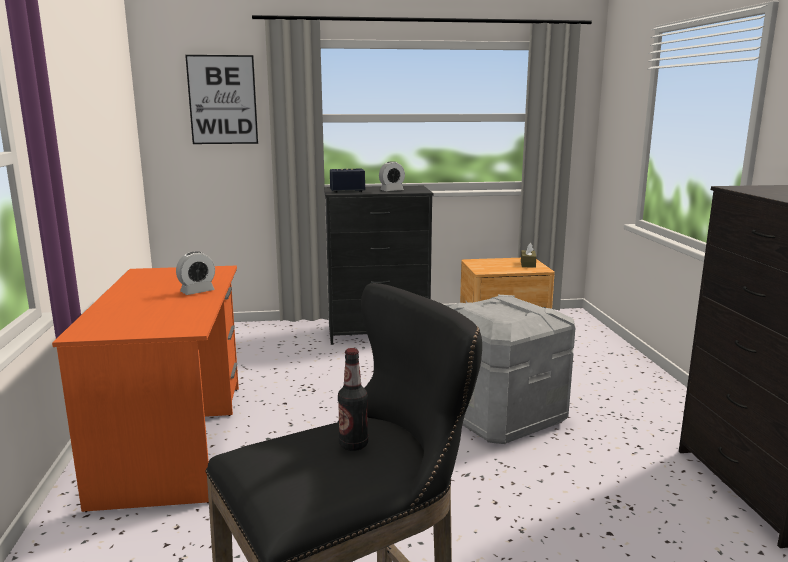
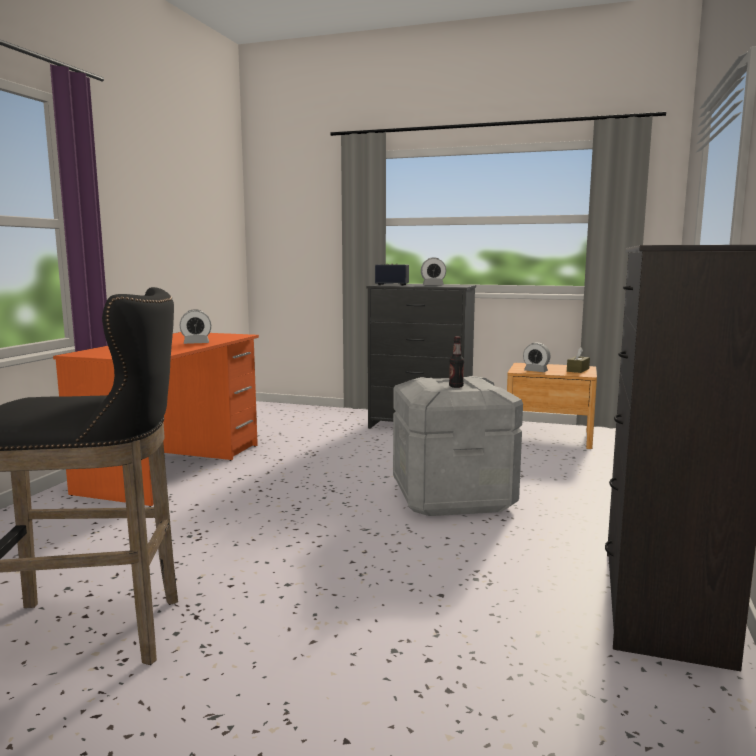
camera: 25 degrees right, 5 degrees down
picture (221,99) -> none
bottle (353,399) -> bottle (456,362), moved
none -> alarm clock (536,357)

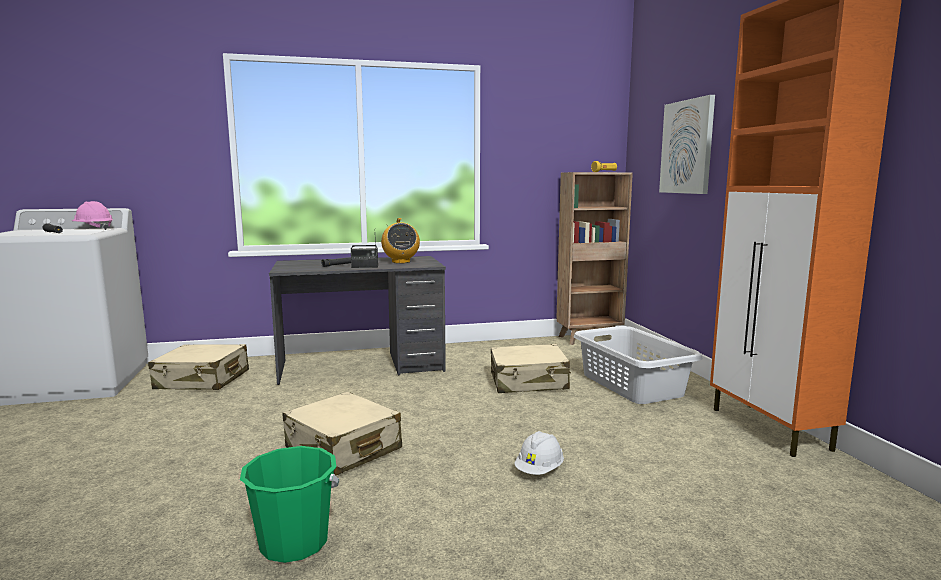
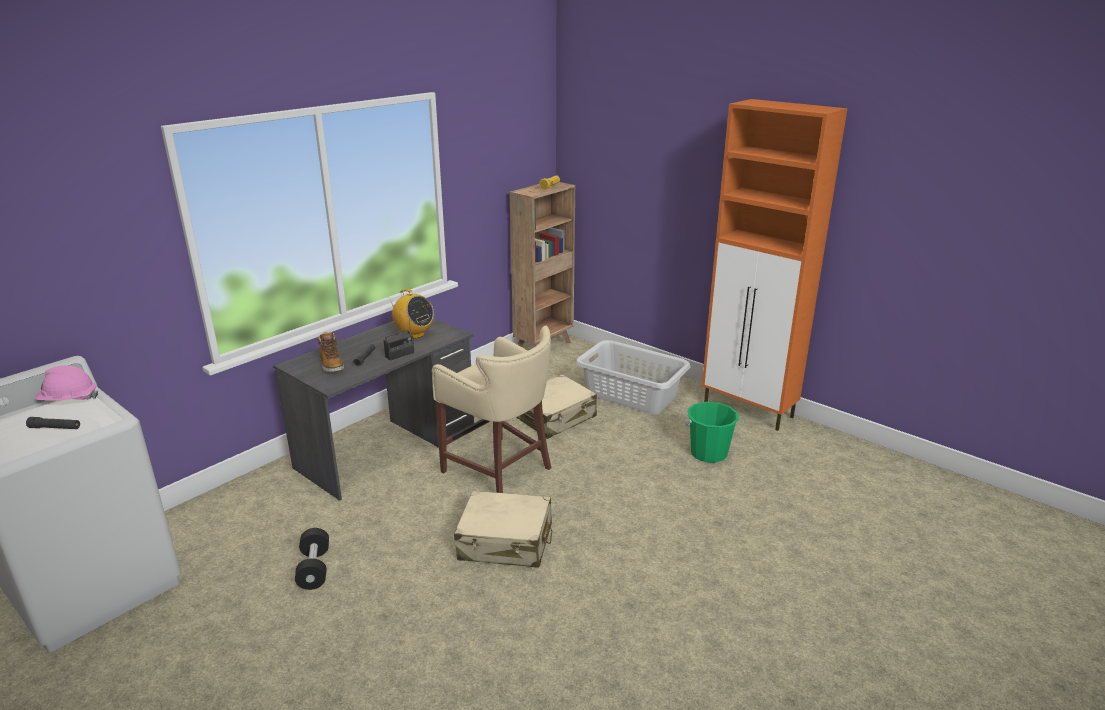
camera: 35 degrees left, 15 degrees up
beige suitcase (198,367) -> none
green bucket (289,504) -> green bucket (712,432), moved
white hard hat (539,453) -> none
picture (687,144) -> none
none -> black dumbbell (312,559)
none -> boot (330,352)
none -> beige stool (491,409)

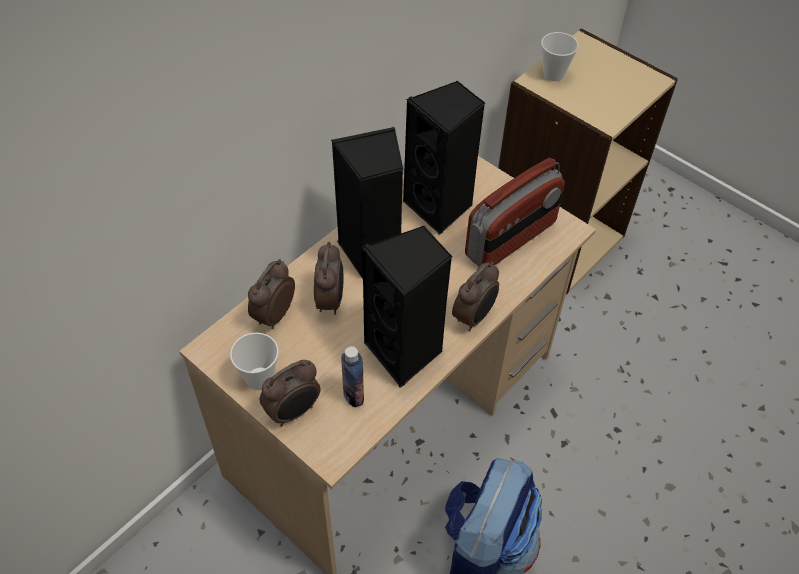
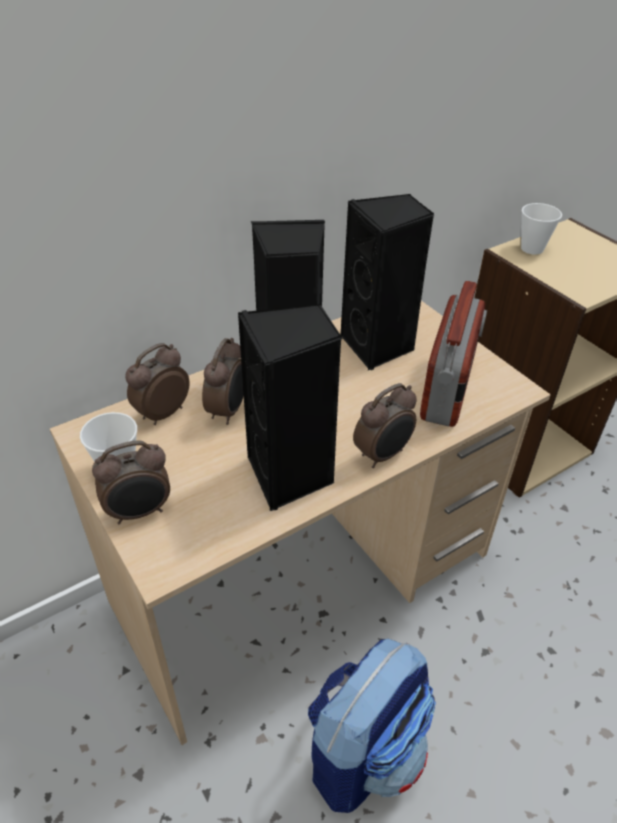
camera: 15 degrees right, 10 degrees down
bottle (352,376) -> none
radio (515,212) -> radio (453,354), 45 degrees counterclockwise

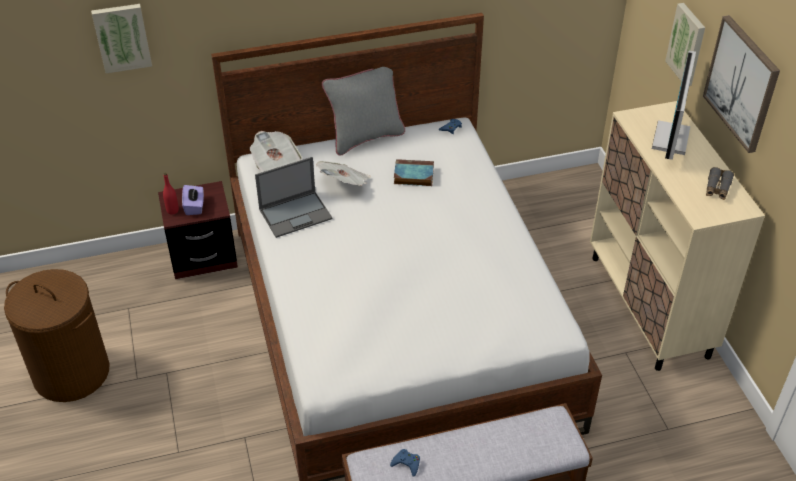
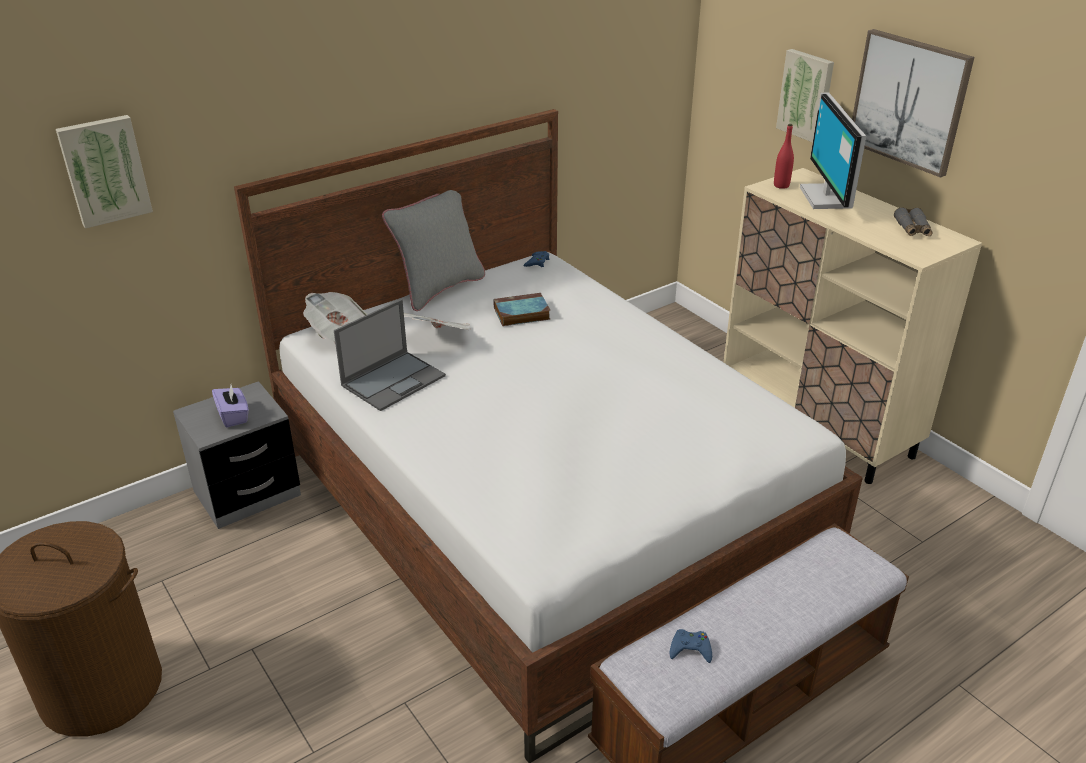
camera: 20 degrees left, 10 degrees down
brown nightstand (198,230) -> grey nightstand (237,455)
red bottle (171,194) -> red bottle (784,156), moved

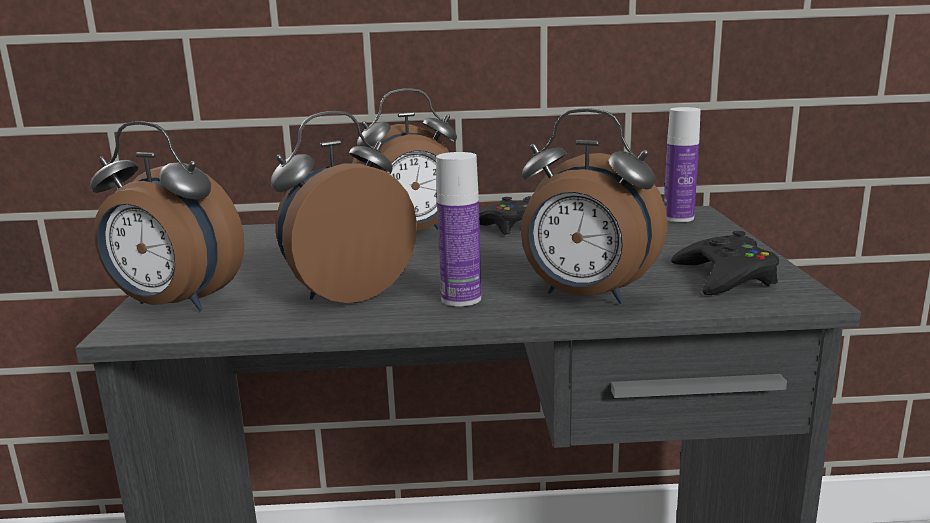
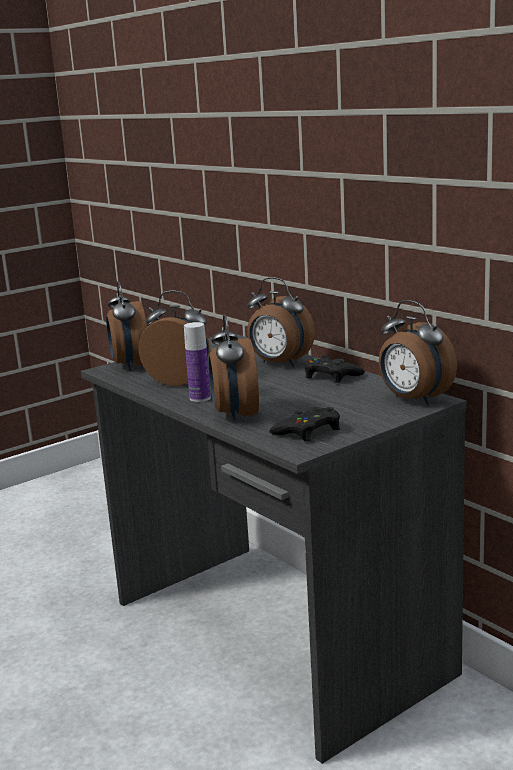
camera: 55 degrees right, 0 degrees up
bottle (682,164) -> alarm clock (418,352)

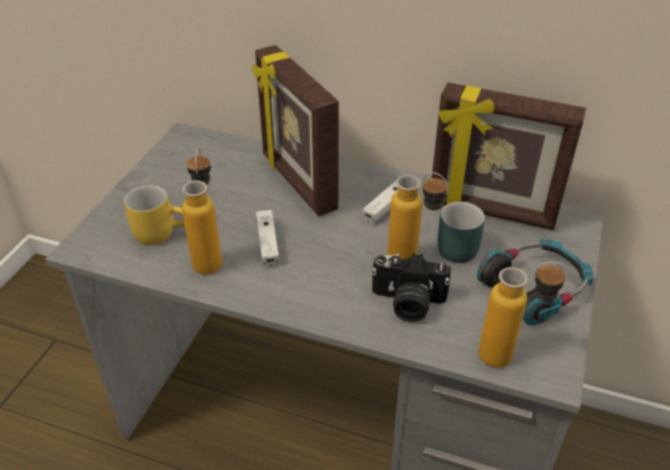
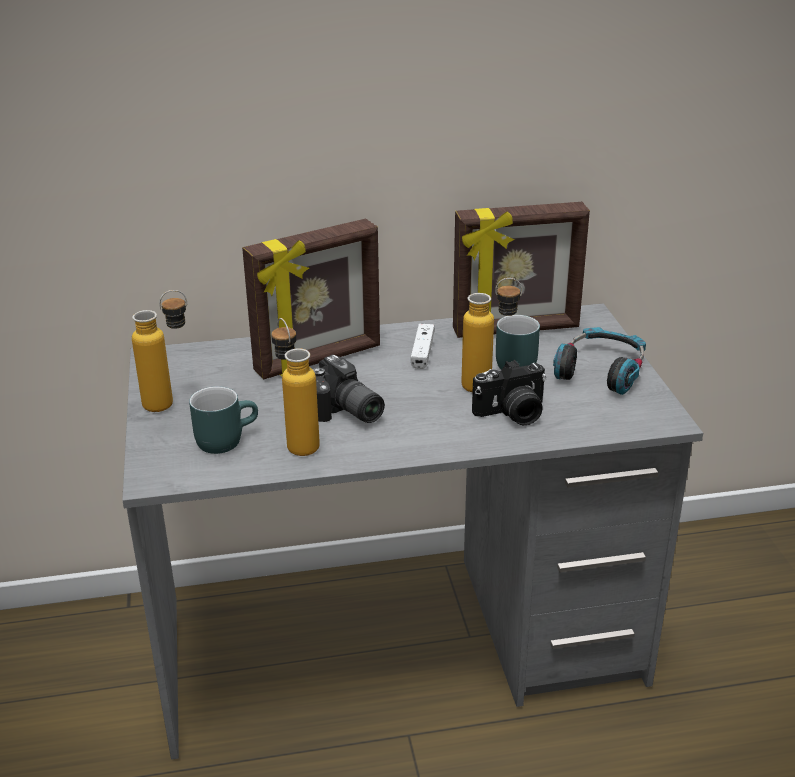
camera: 30 degrees left, 10 degrees down
yellow mug (154,215) -> turquoise mug (223,420)
picture frame (295,130) -> picture frame (311,299), 60 degrees counterclockwise
white game controller (267,238) -> photo camera (349,389)
bottle (524,315) -> bottle (159,351), moved

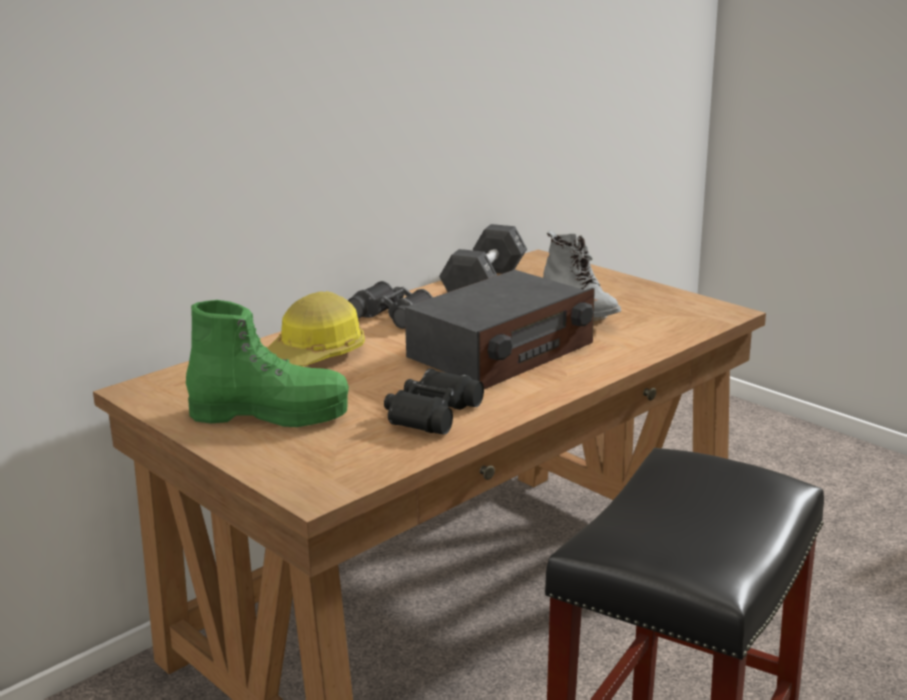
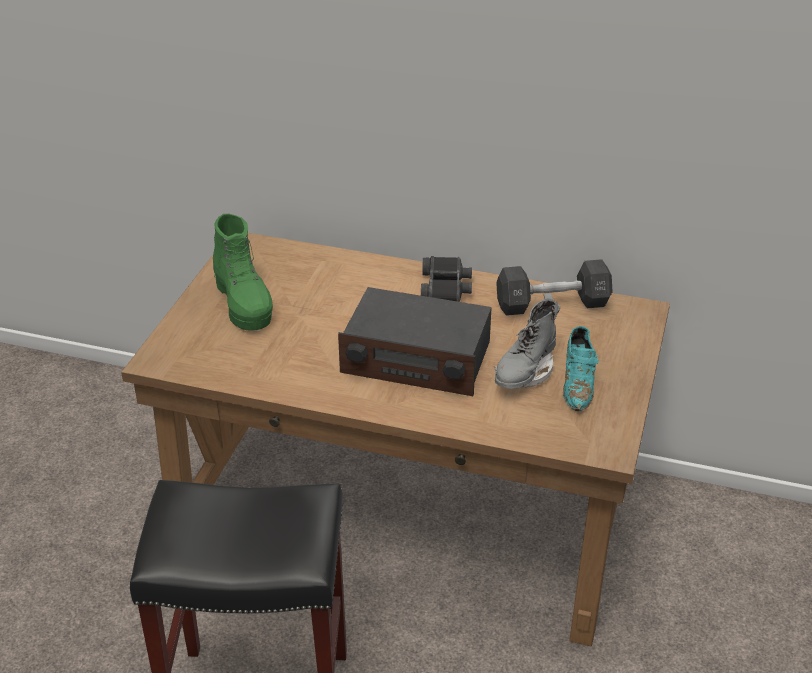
camera: 60 degrees right, 15 degrees up
hard hat (316,328) -> none
black binoculars (434,401) -> none
none -> turquoise shoe (581,368)

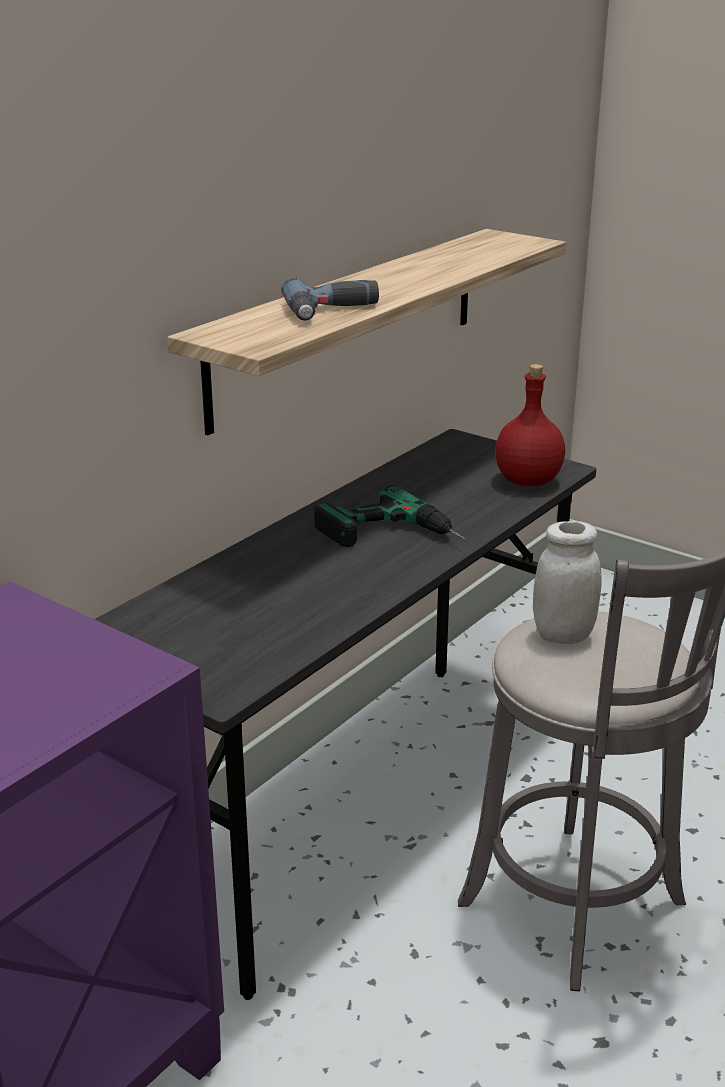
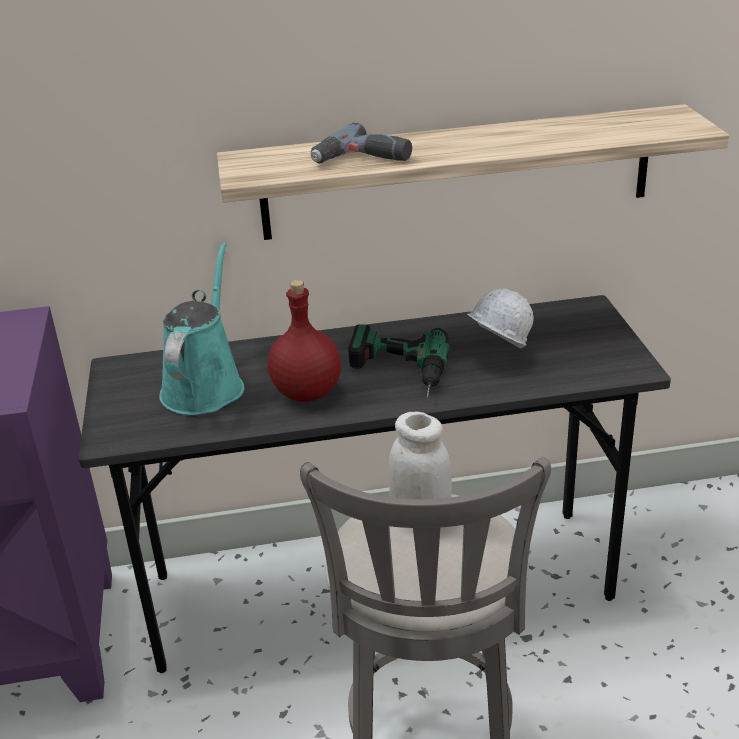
camera: 45 degrees right, 5 degrees up
red bottle (530,425) -> red bottle (304,341), moved
none -> turquoise watering can (201,328)
none -> white hard hat (501,318)

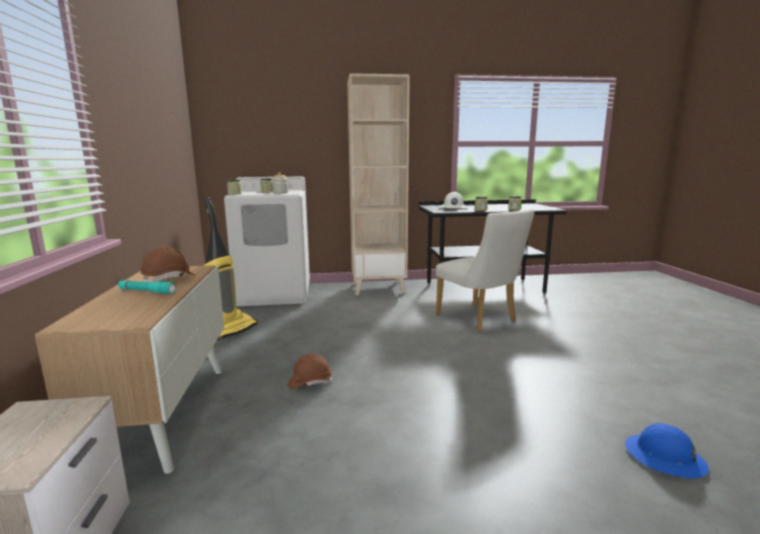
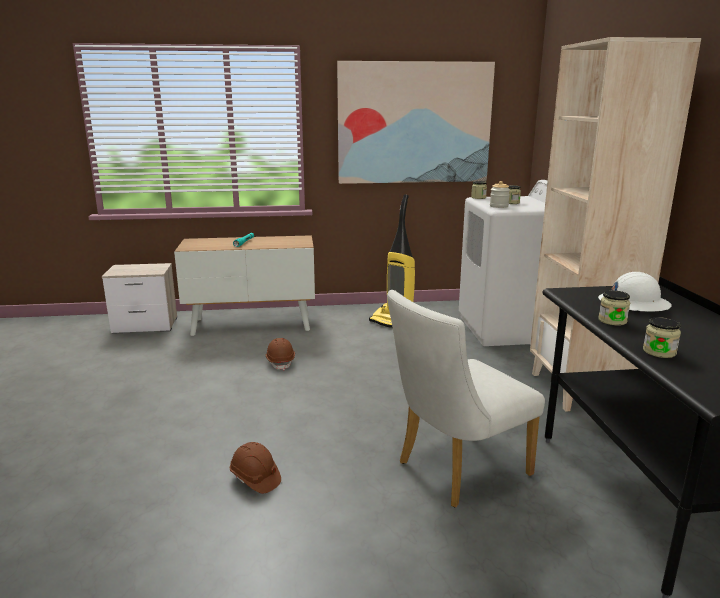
camera: 90 degrees right, 5 degrees up
brown hard hat (168,265) -> brown hard hat (255,467), moved
blue hard hat (667,450) -> none
none -> picture (416,122)

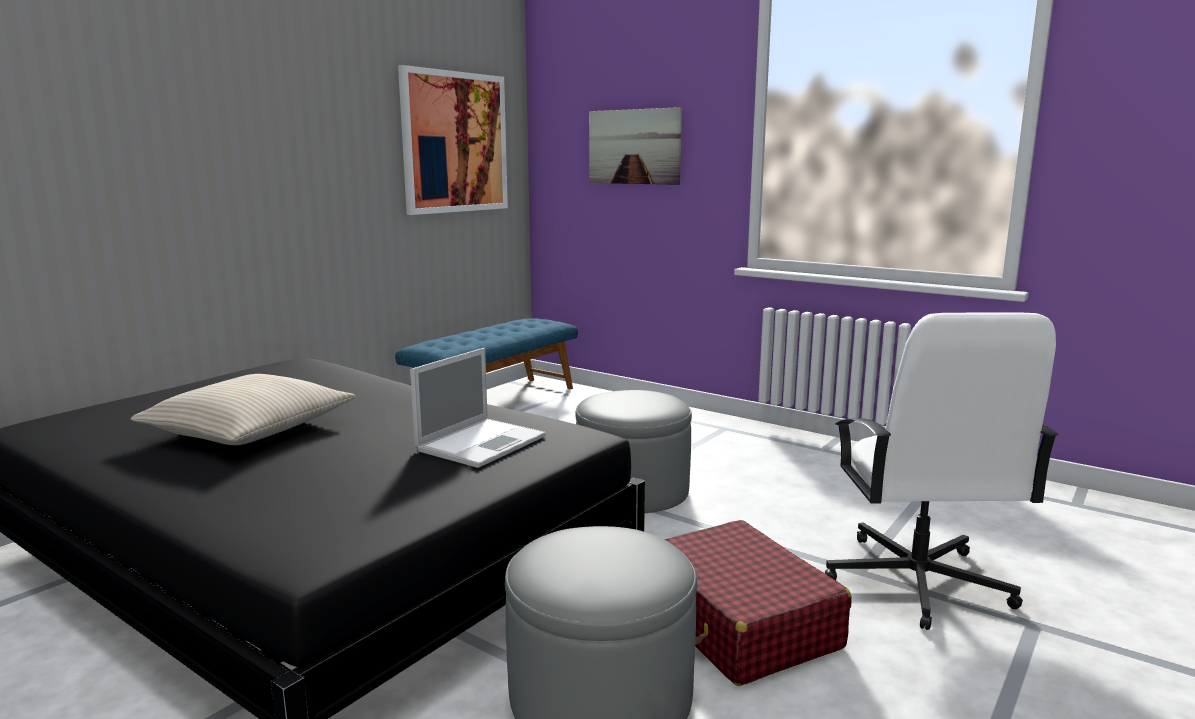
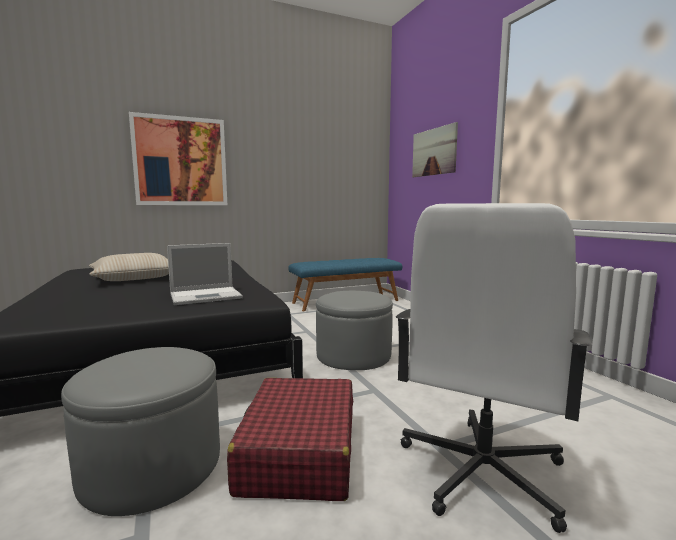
camera: 30 degrees right, 5 degrees down
picture (453,140) -> picture (178,158), moved

